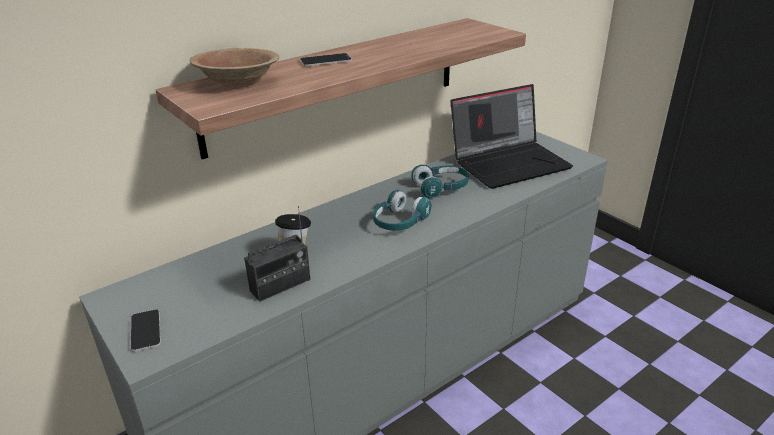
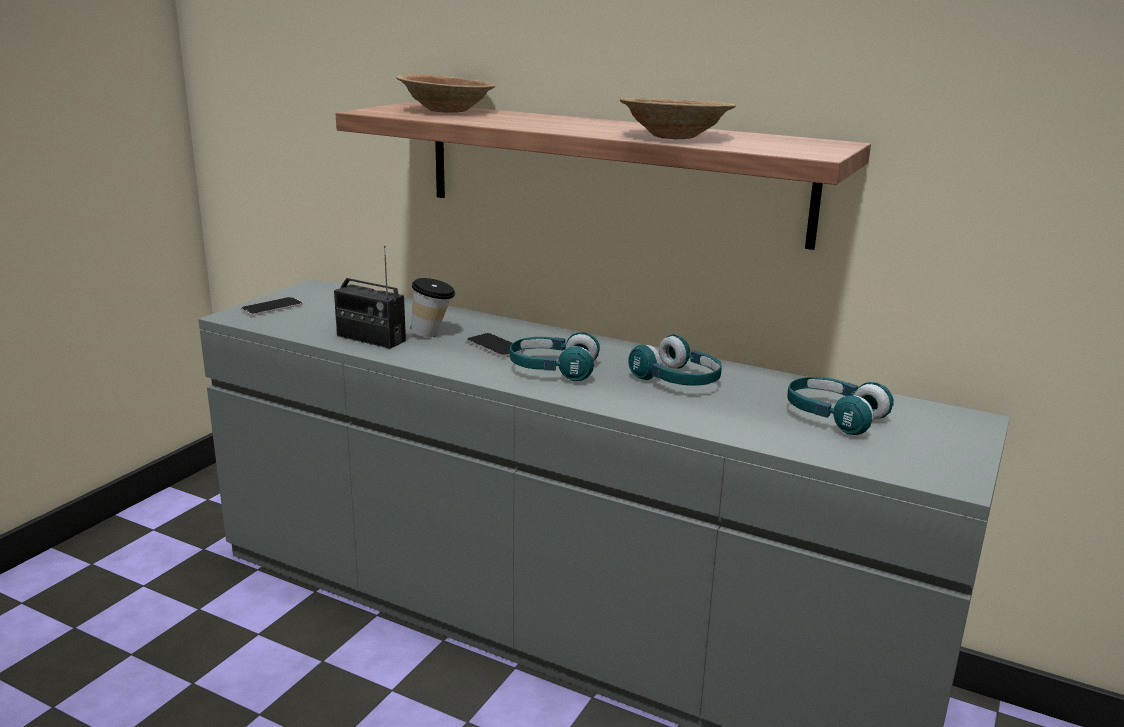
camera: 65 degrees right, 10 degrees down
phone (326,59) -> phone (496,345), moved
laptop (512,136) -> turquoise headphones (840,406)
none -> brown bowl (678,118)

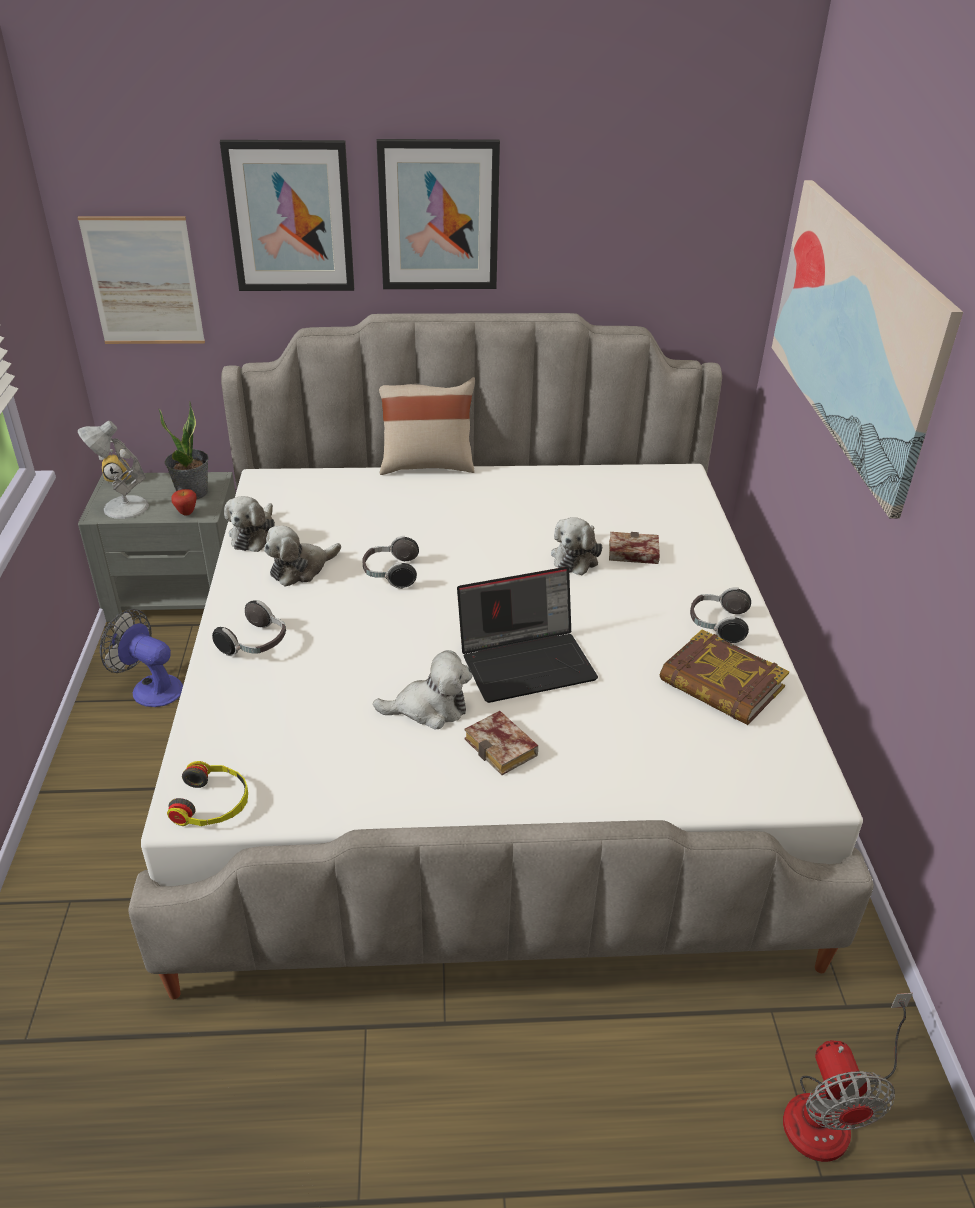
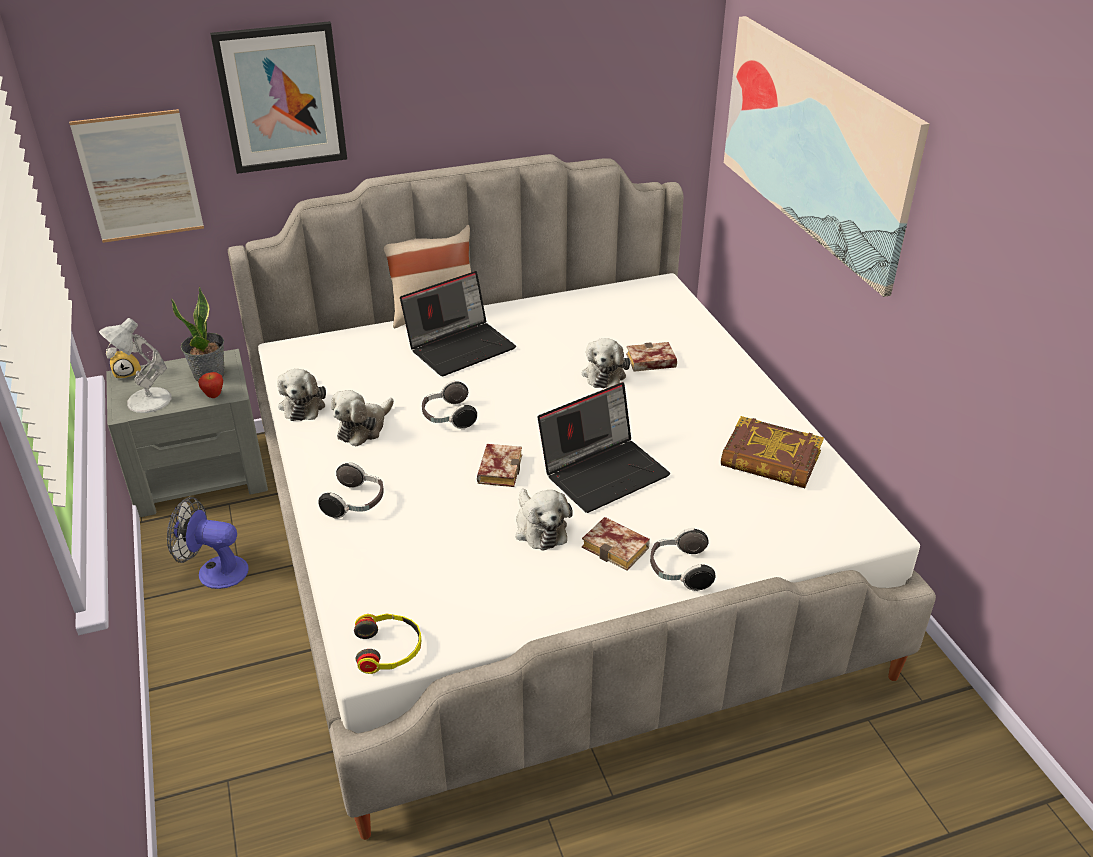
camera: 15 degrees left, 0 degrees up
plush toy (422,689) -> plush toy (544,520), 90 degrees clockwise
picture (438,214) -> none
headphones (720,615) -> headphones (682,559), moved
fan (848,1077) -> none
none -> laptop (458,323)
none -> book (499,465)

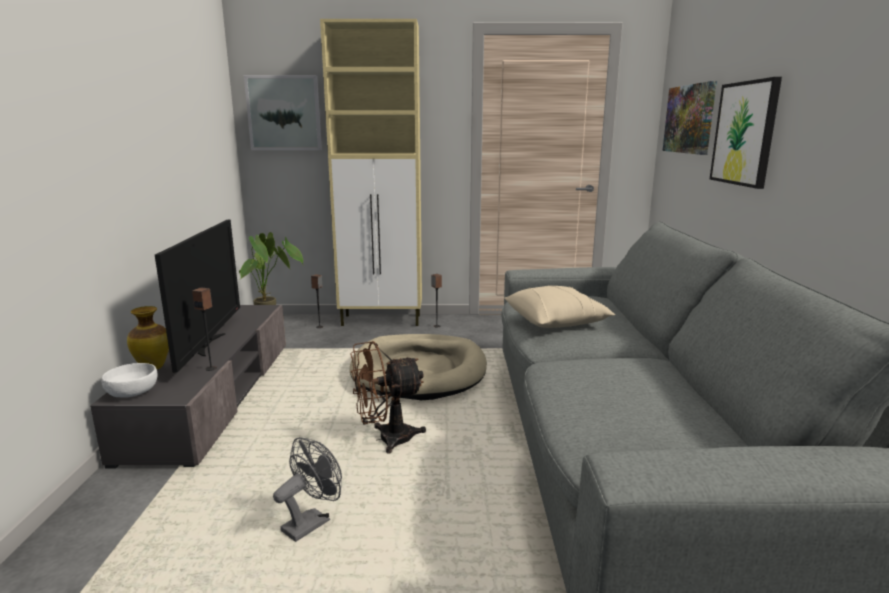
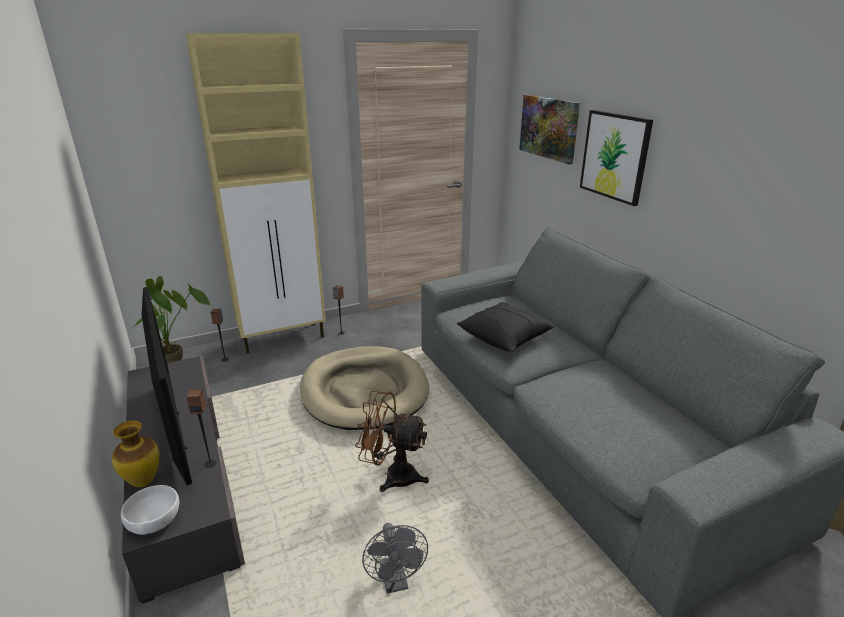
camera: 25 degrees left, 10 degrees up
picture (283,112) -> none
grey fan (307,489) -> grey fan (395,558), 150 degrees clockwise
brown fan (388,397) -> brown fan (392,441), 60 degrees clockwise
beige pillow (559,306) -> black pillow (506,327)

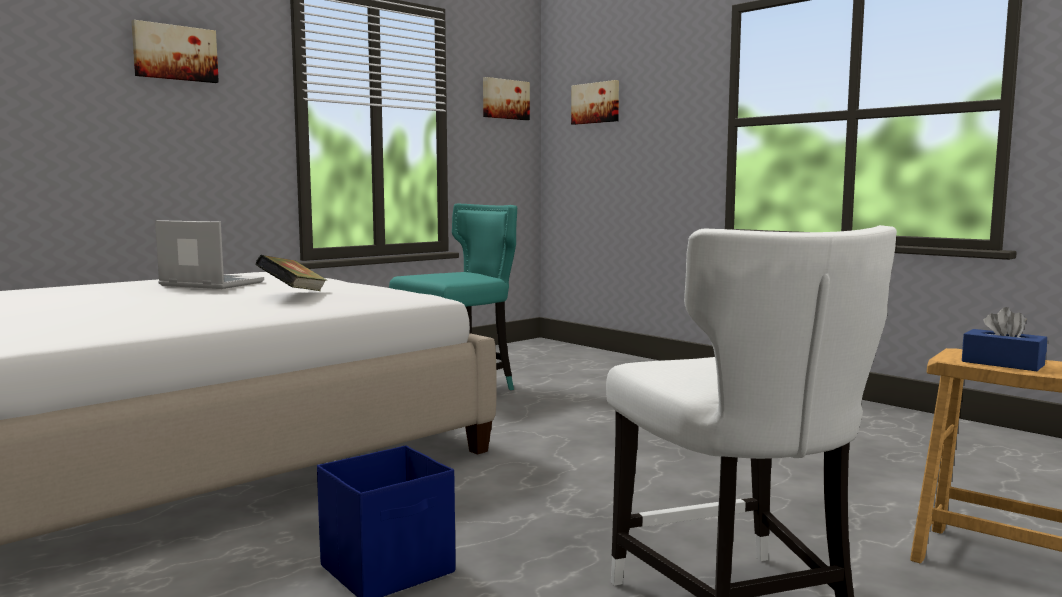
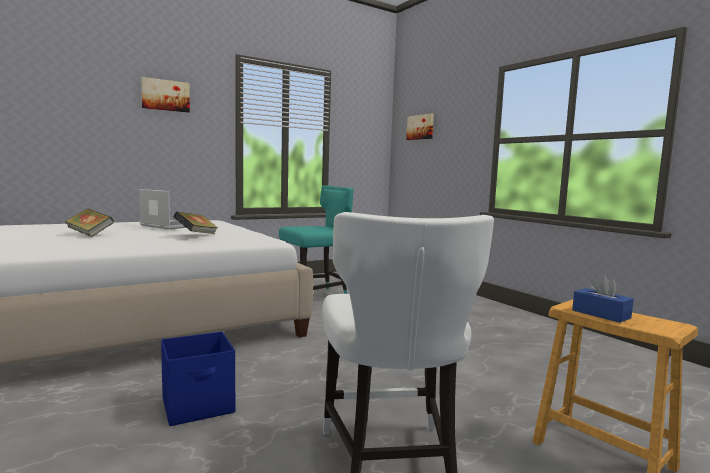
camera: 10 degrees right, 0 degrees up
picture (506,98) -> none
none -> book (89,223)

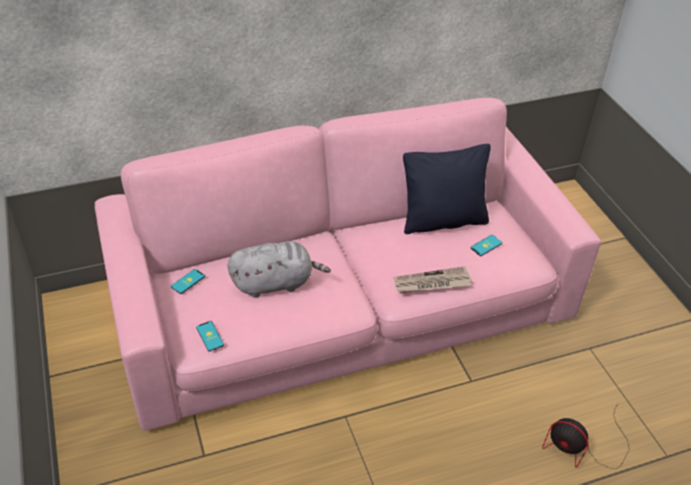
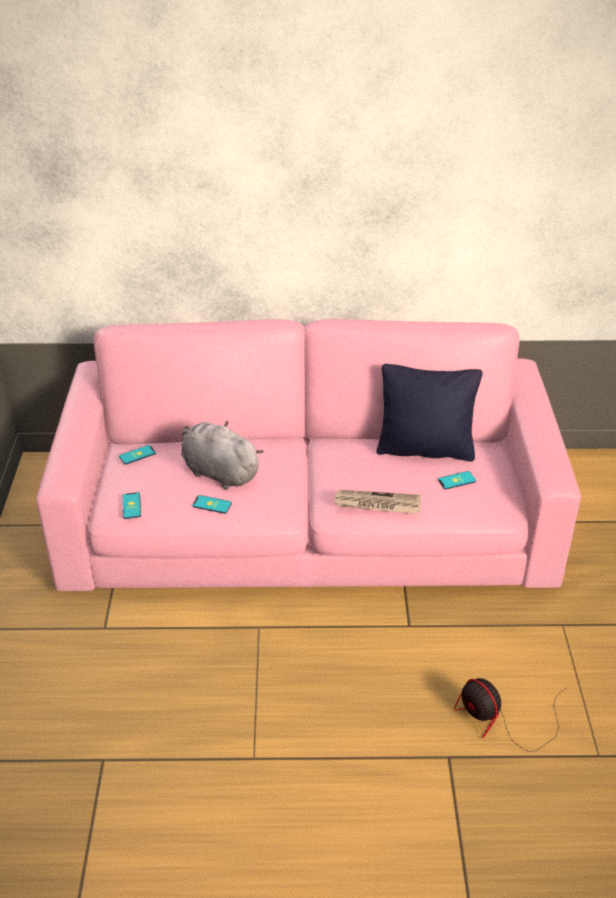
camera: 20 degrees right, 5 degrees down
grey plush toy (279,269) -> grey plush toy (222,455), 150 degrees counterclockwise
none -> phone (212,504)

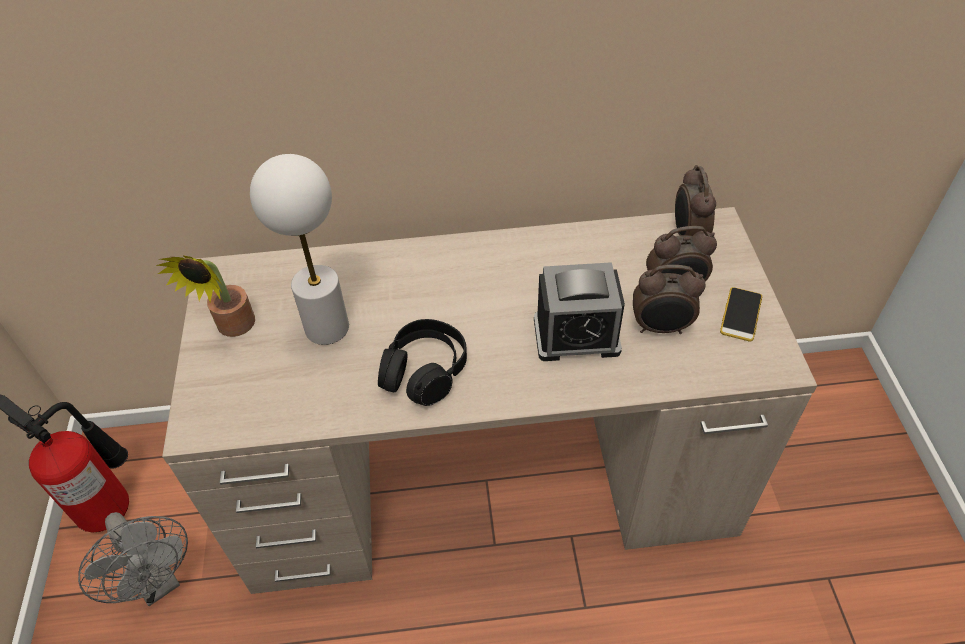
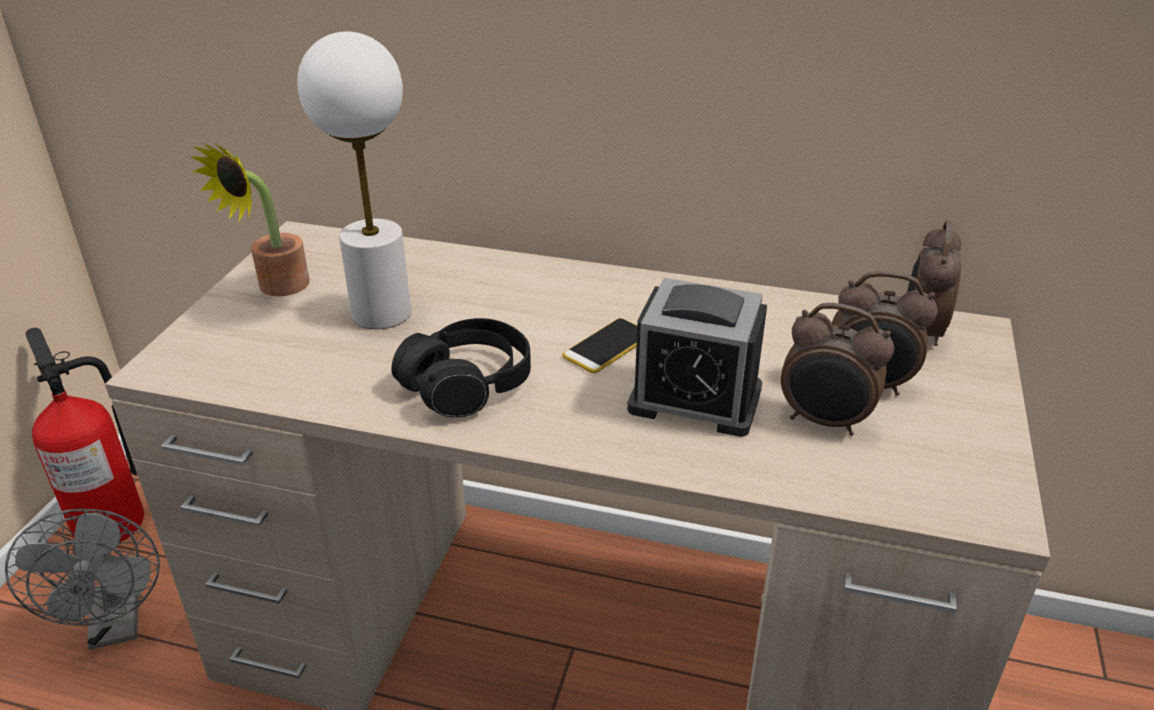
camera: 20 degrees right, 15 degrees down
phone (741,314) -> phone (599,345), moved

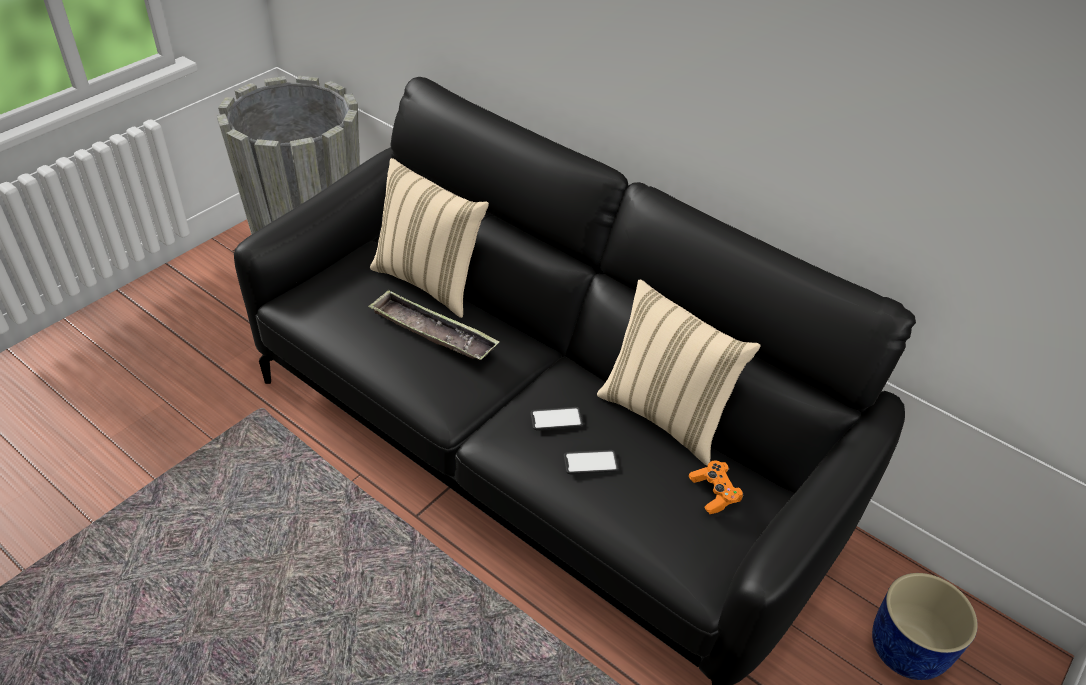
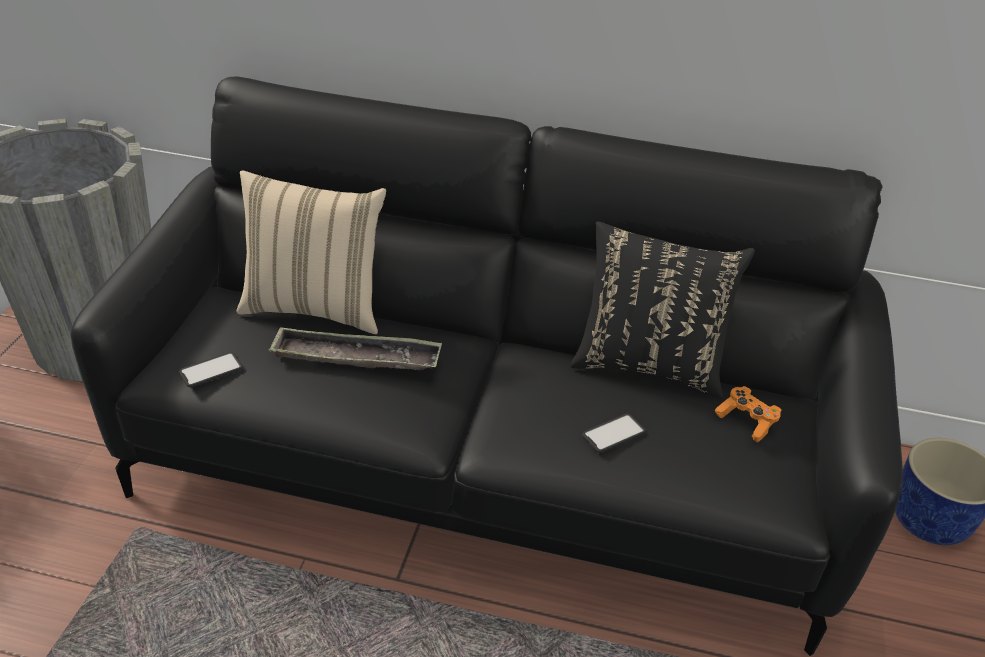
camera: 25 degrees left, 5 degrees down
phone (556,419) -> phone (211,369), moved
beige pillow (678,372) -> black pillow (662,310)

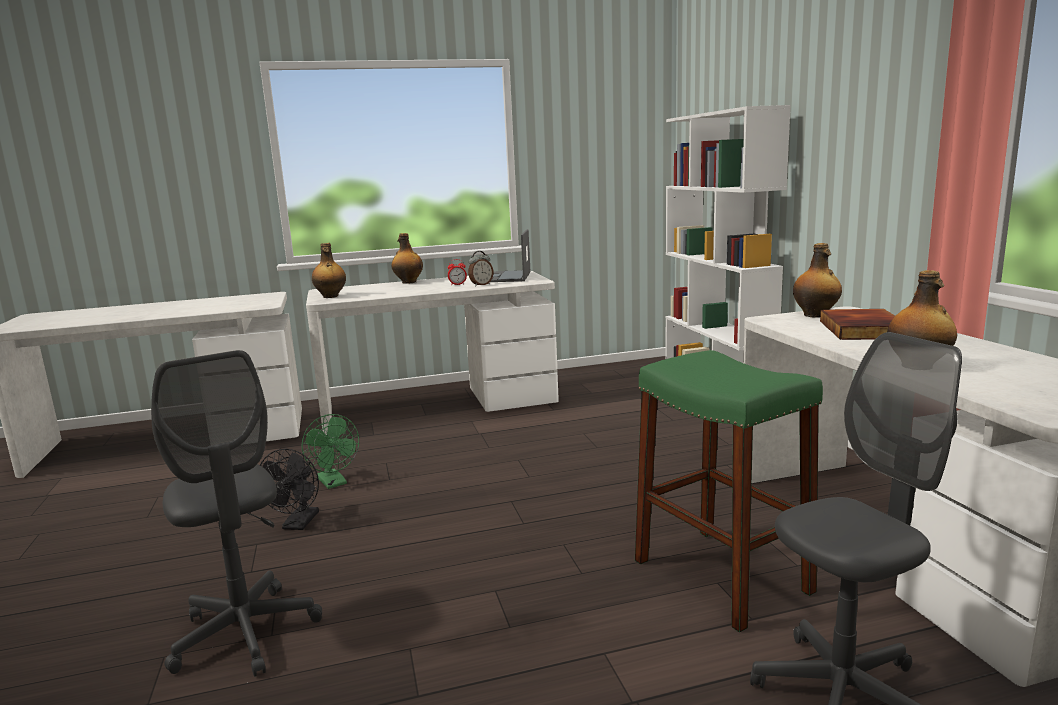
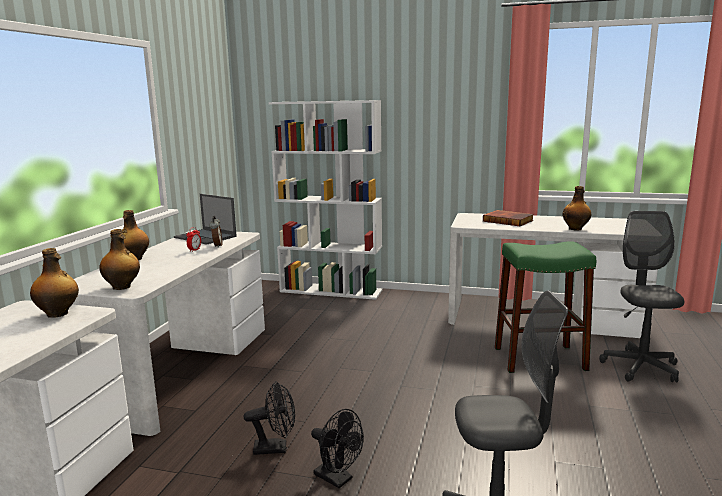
camera: 60 degrees left, 0 degrees up
green fan (330,451) -> black fan (269,418)
bottle (817,280) -> bottle (54,283), moved

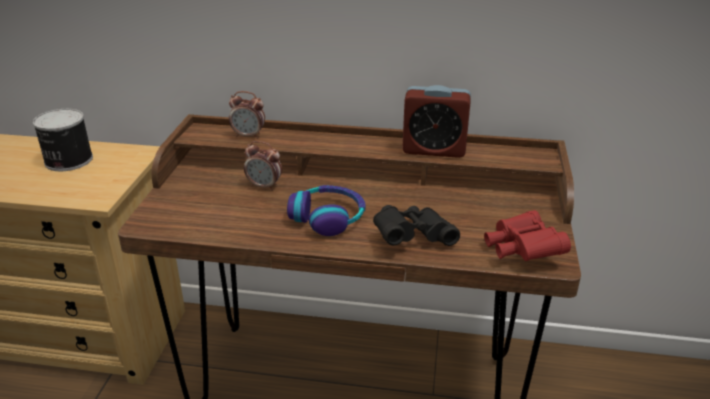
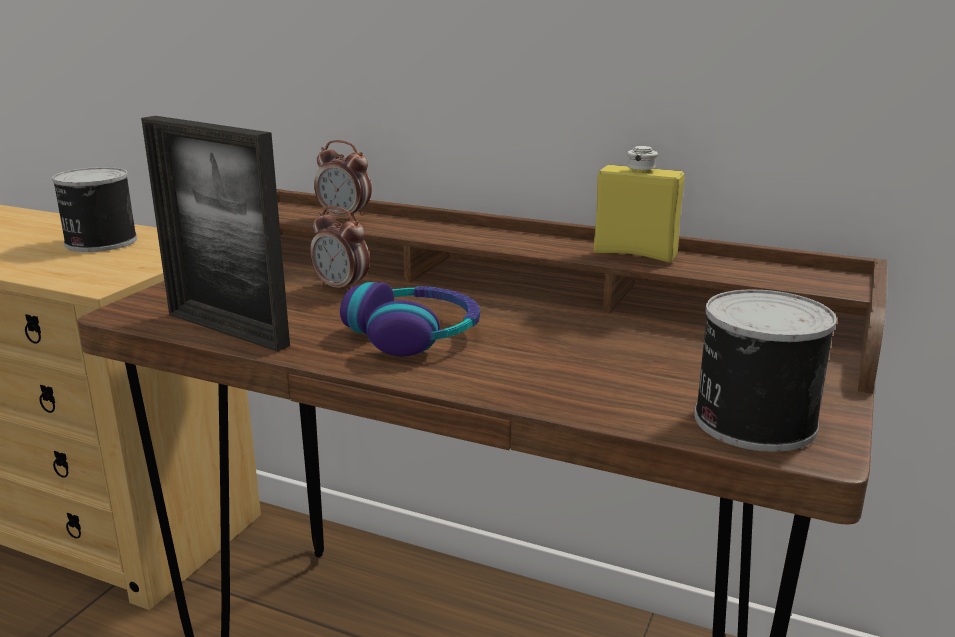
camera: 15 degrees right, 10 degrees down
black binoculars (416,225) -> none
alarm clock (436,121) -> yellow bottle (639,204)
red binoculars (527,235) -> can (766,370)
none -> picture frame (215,234)

